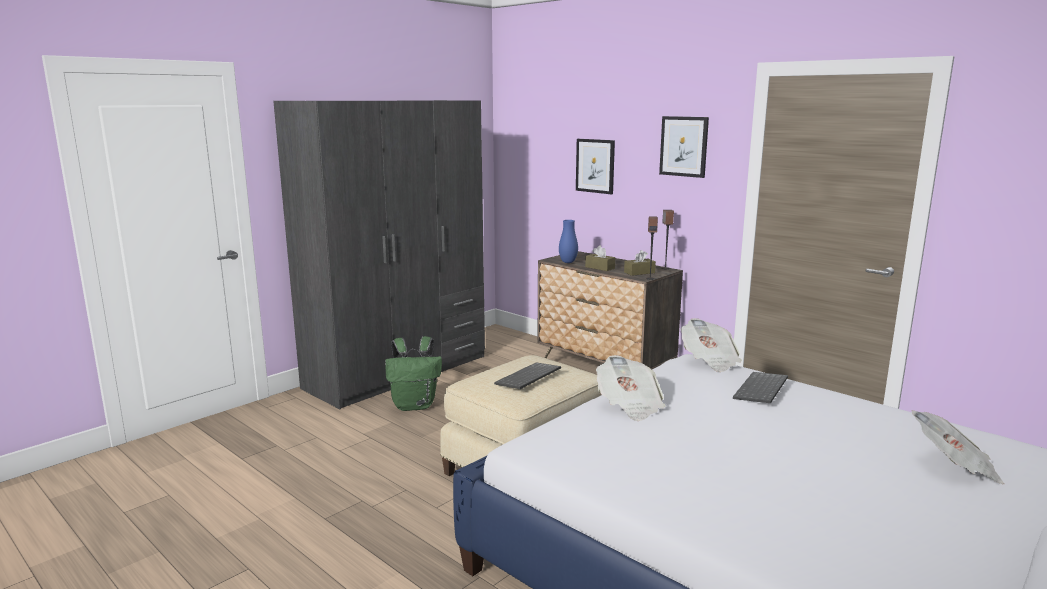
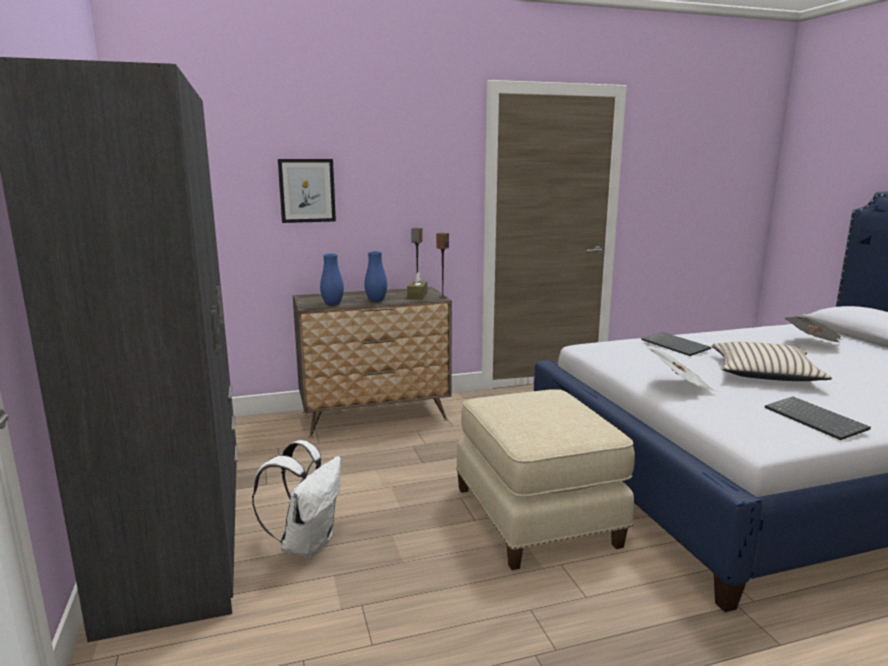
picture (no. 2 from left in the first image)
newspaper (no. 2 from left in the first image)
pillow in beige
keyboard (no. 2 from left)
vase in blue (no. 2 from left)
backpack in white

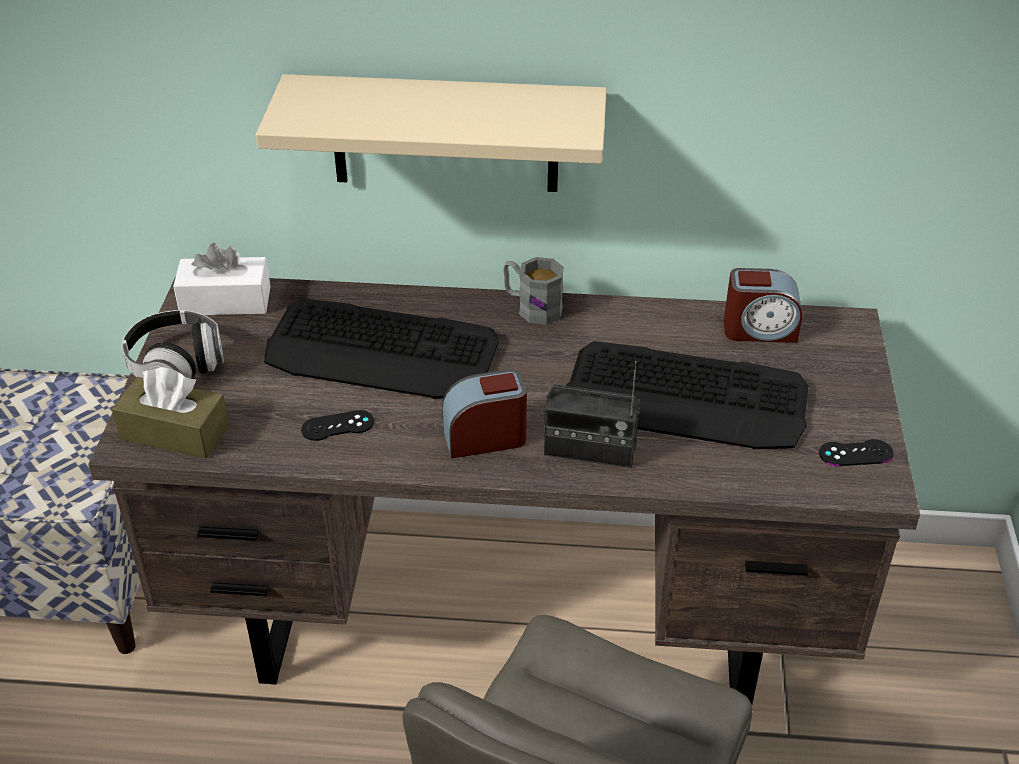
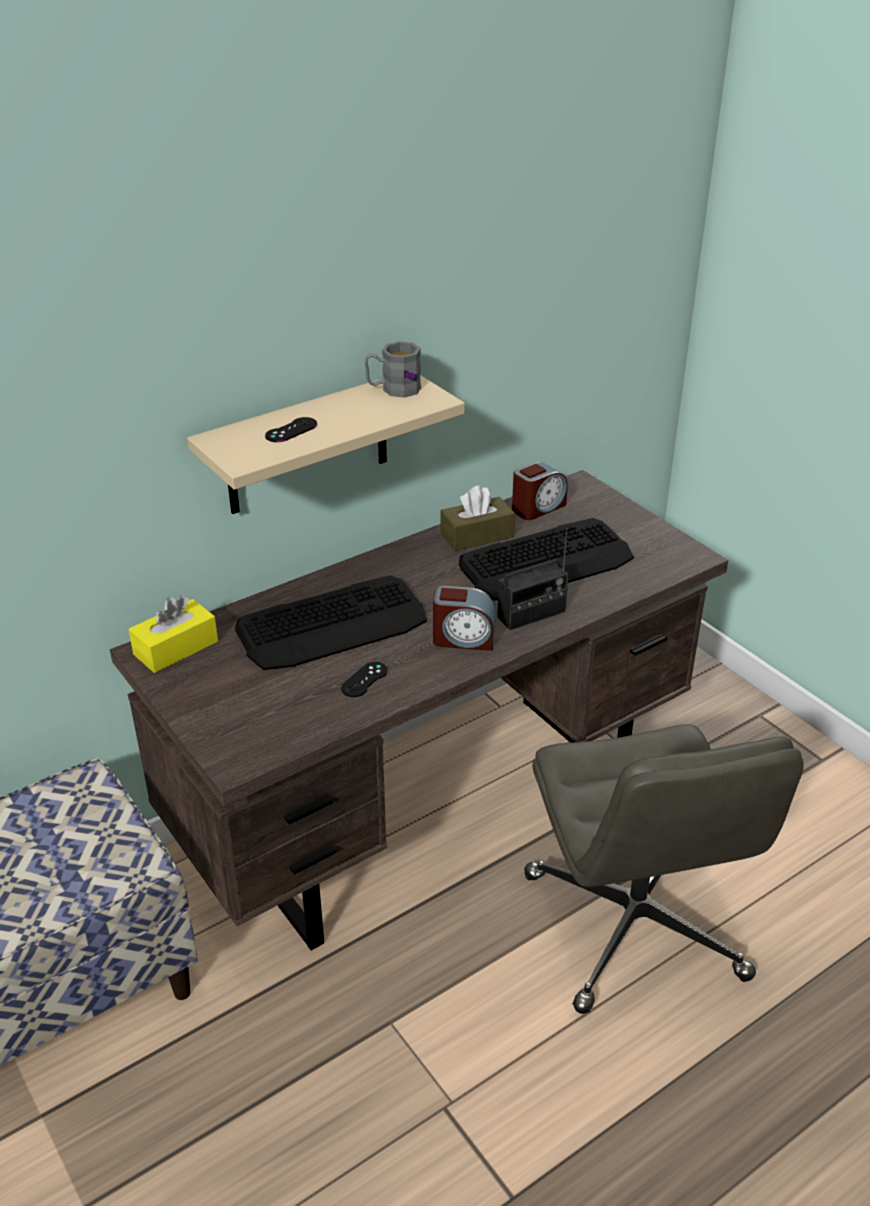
headphones
tissue box in brown
mug in grey
game controller in black (no. 1 from left)
tissue box in yellow
alarm clock (no. 1 from left)

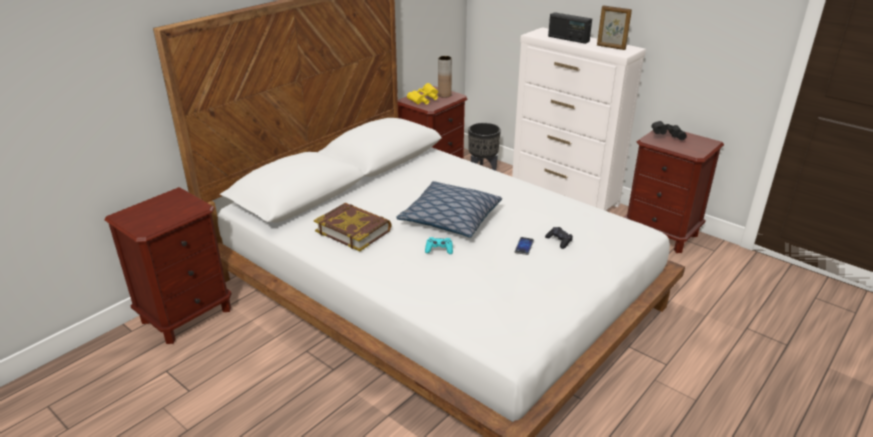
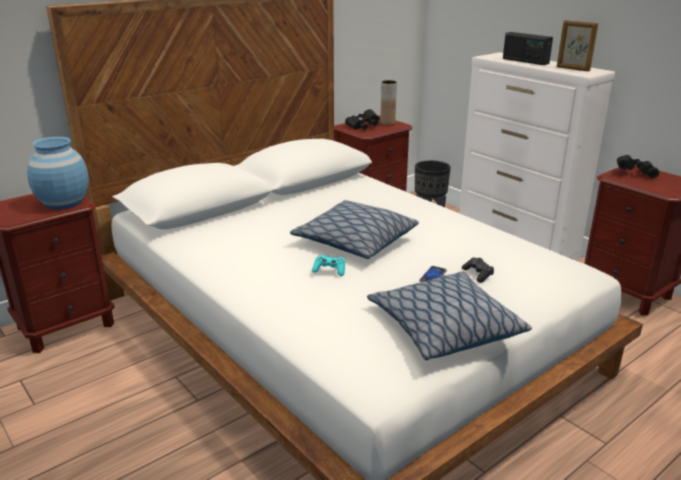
book
vase in blue
pillow (no. 2 from left)
binoculars in black (no. 1 from left)

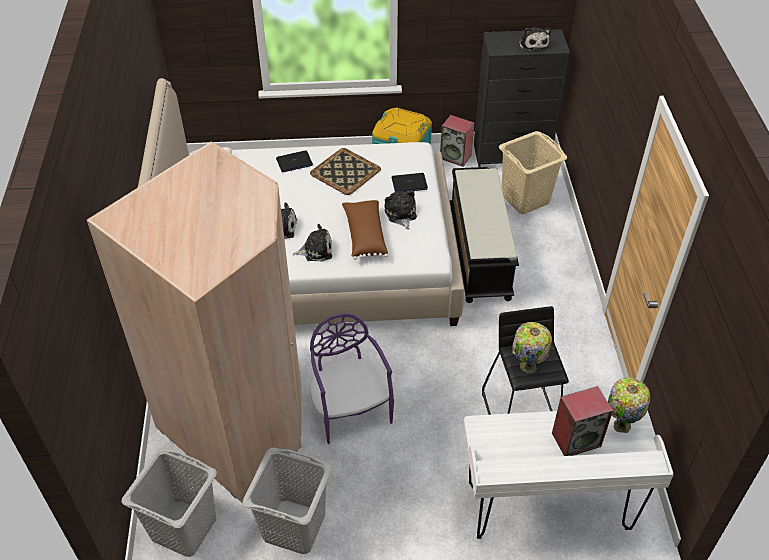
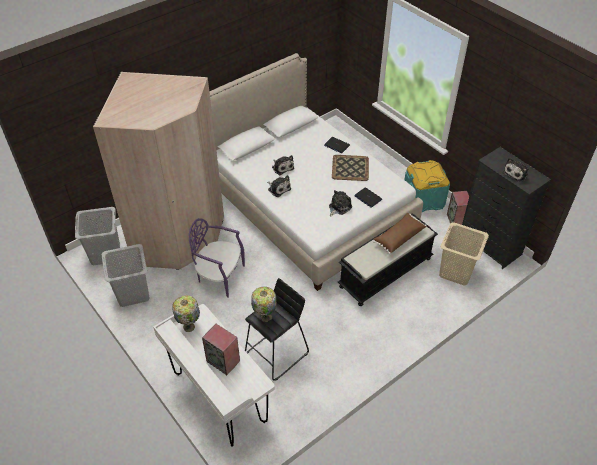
pillow in brown
table lamp (no. 1 from left)
chair in purple

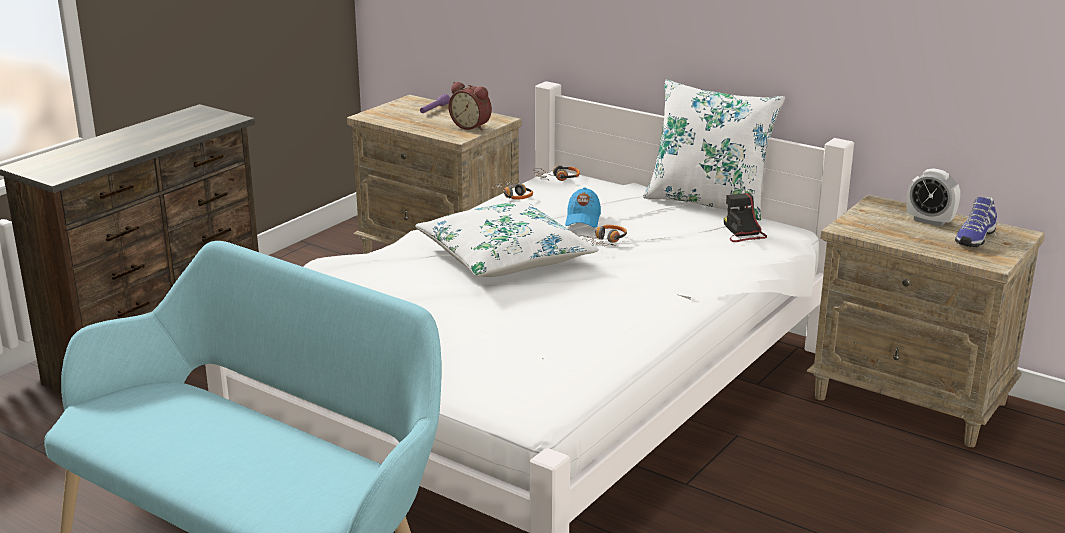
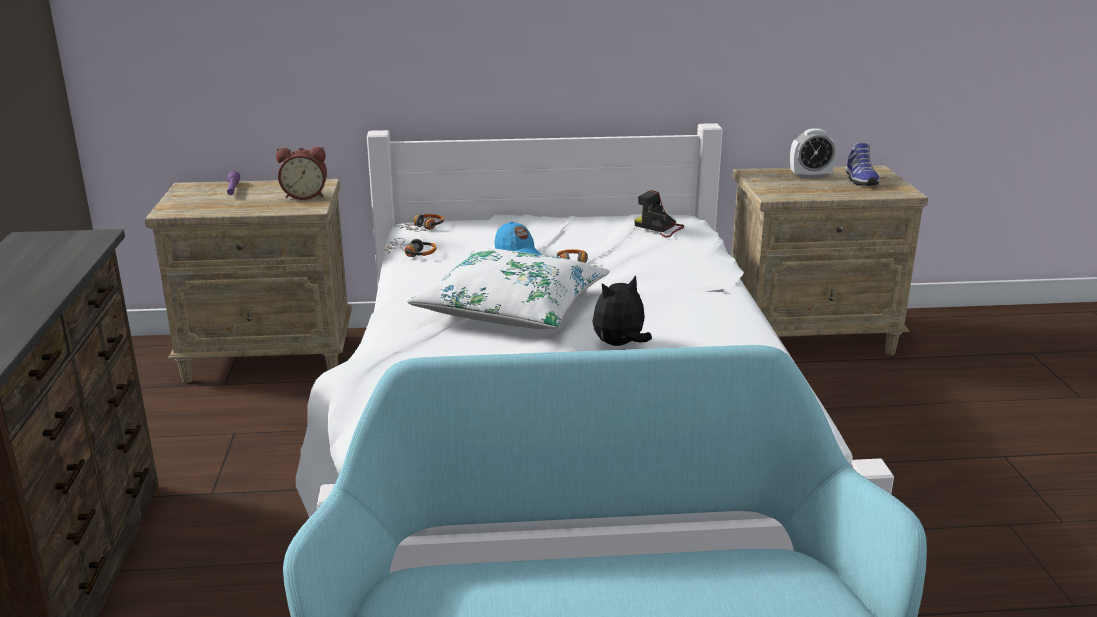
pillow in white (no. 2 from left in the first image)
plush toy

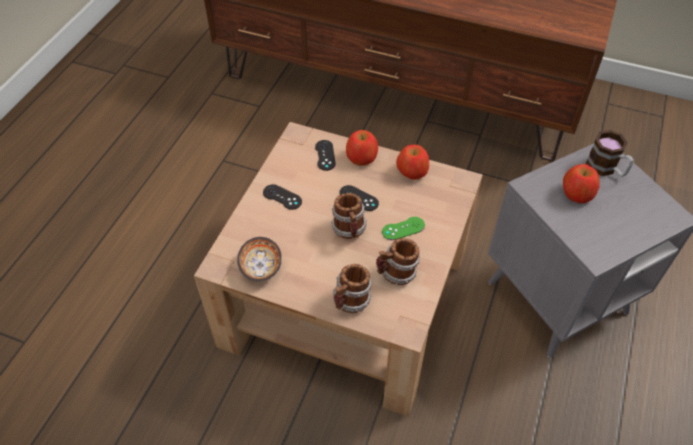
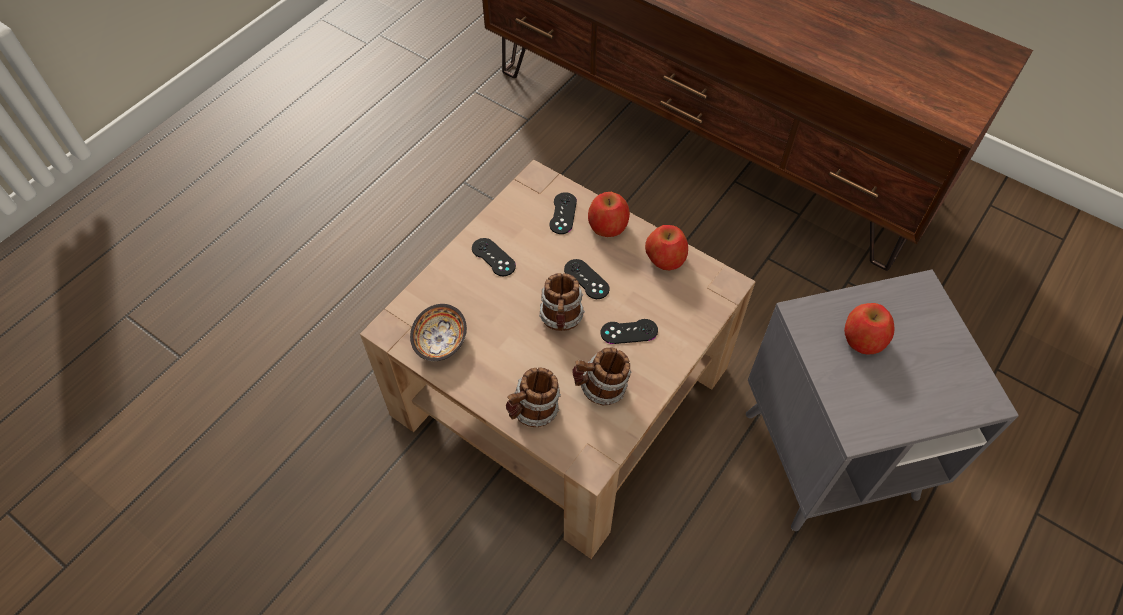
mug (no. 4 from left in the first image)
game controller in black (no. 4 from left)

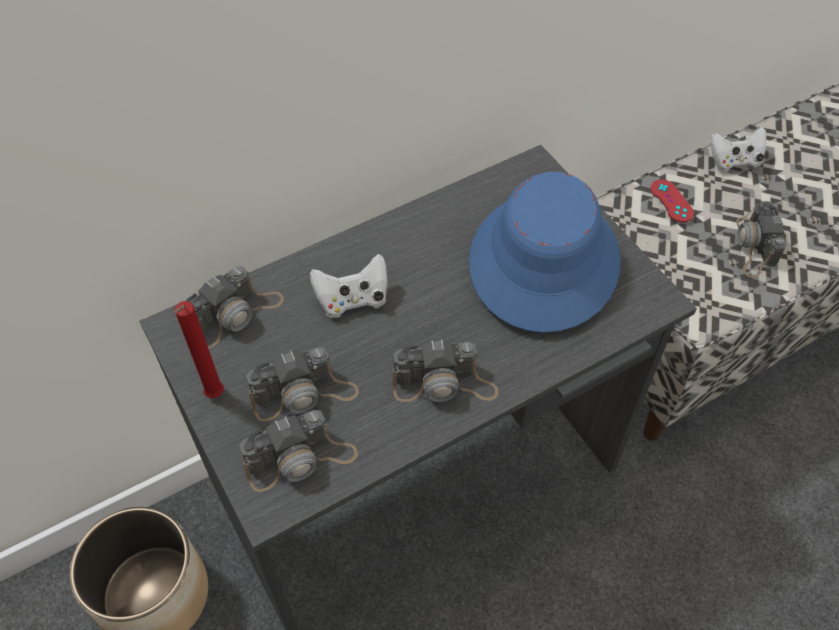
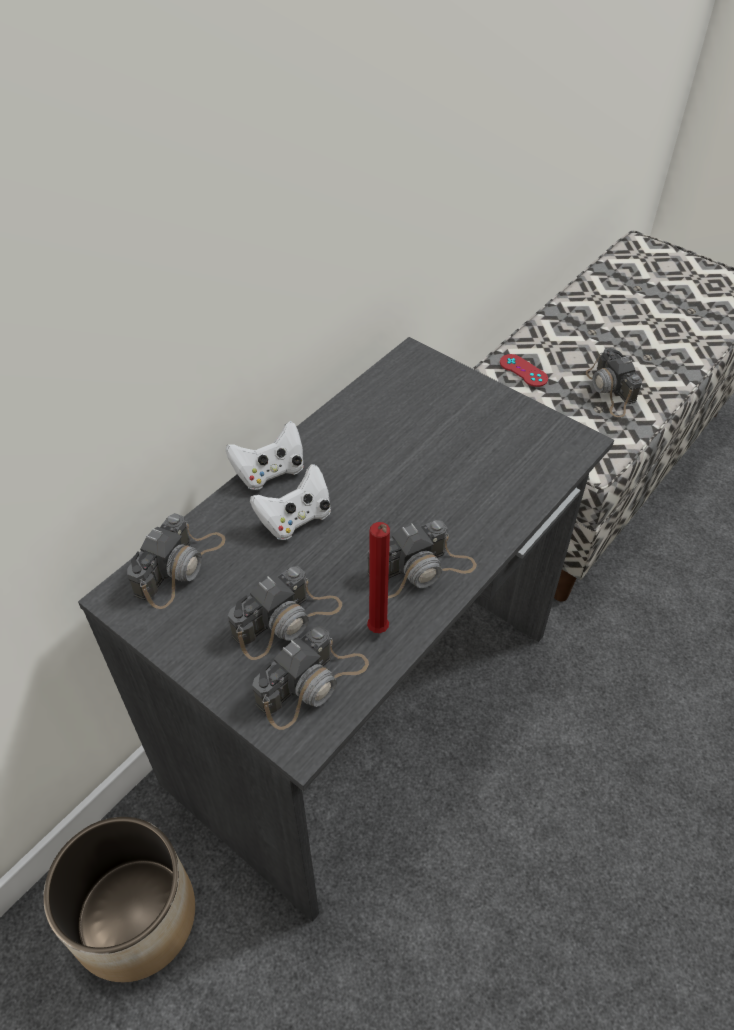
hat in blue
candle in red
game controller in white (no. 1 from left)

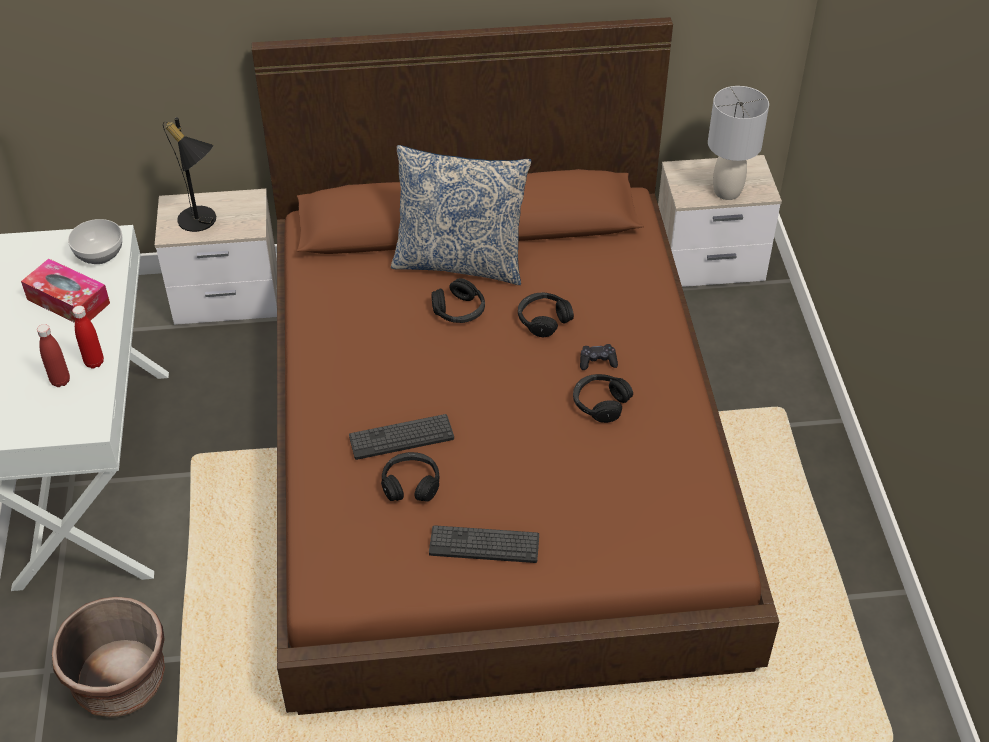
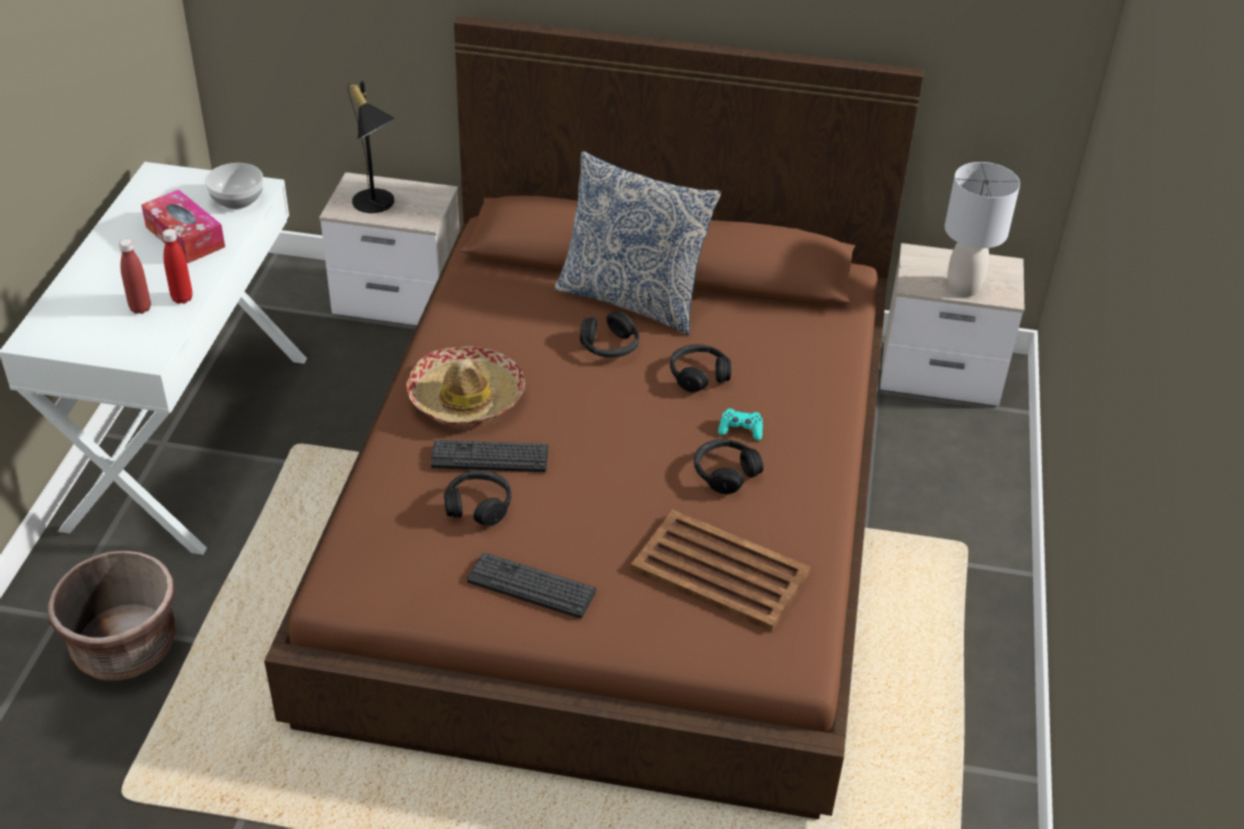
hat
tray in brown
game controller in turquoise

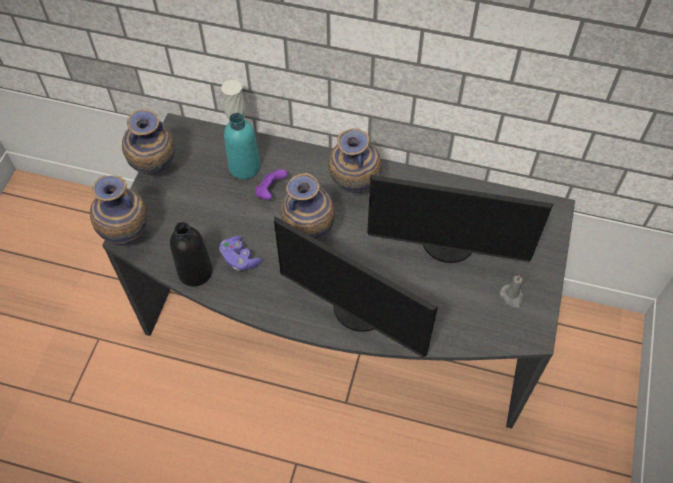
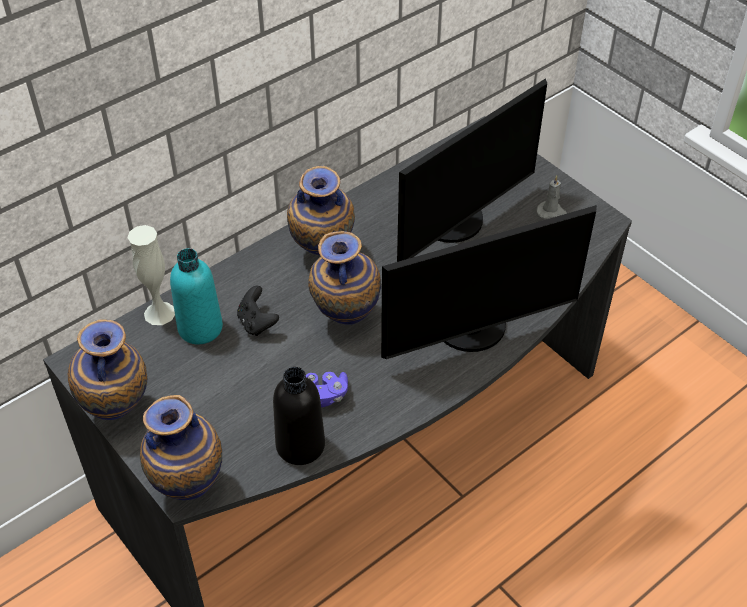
game controller in black

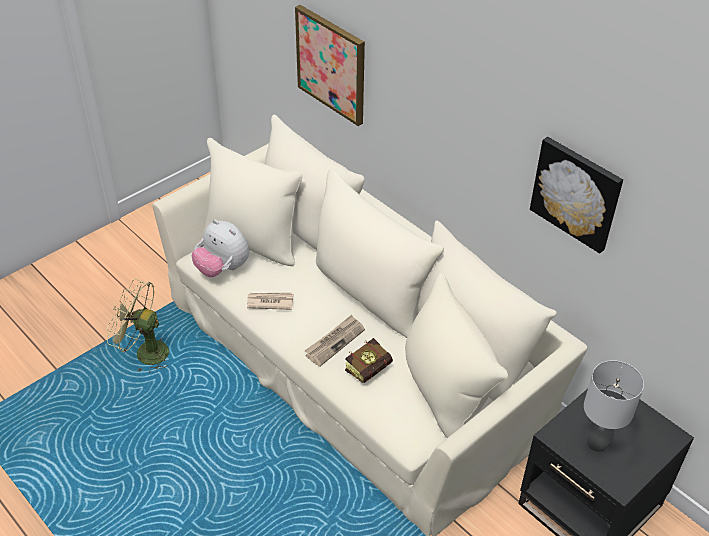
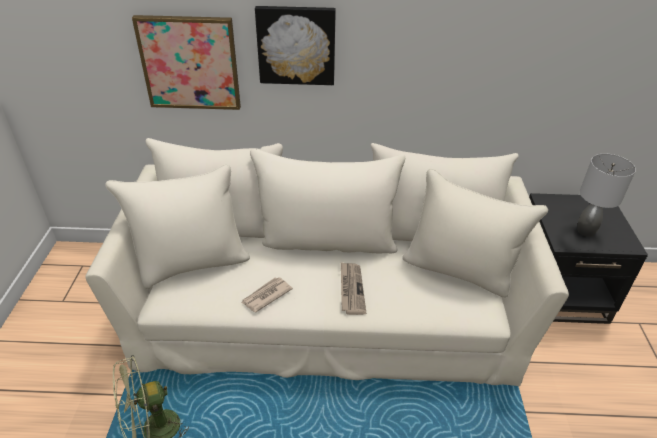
plush toy
book
picture (no. 2 from left)

